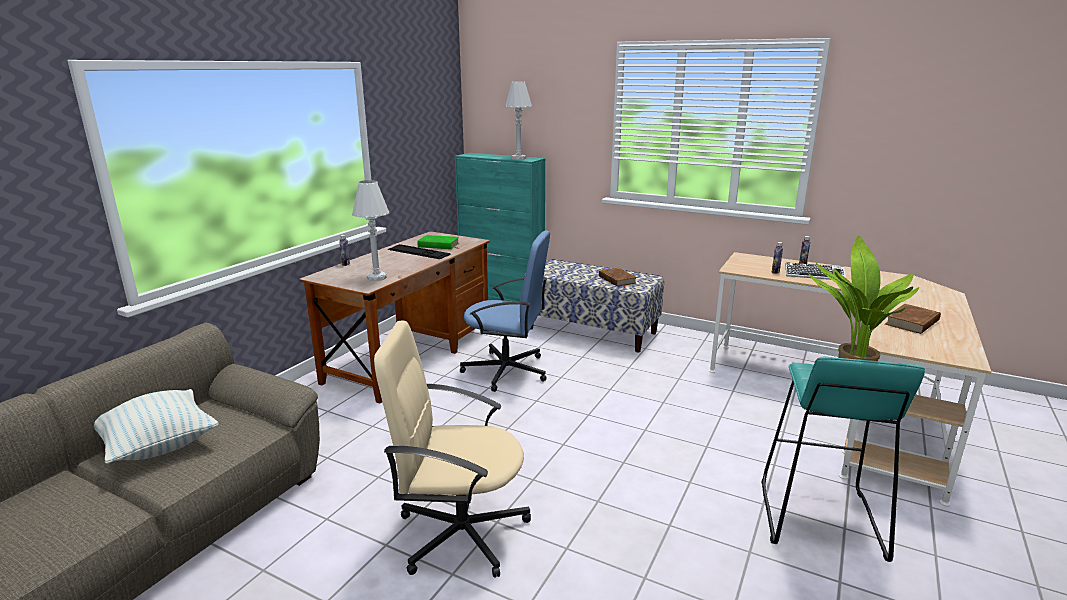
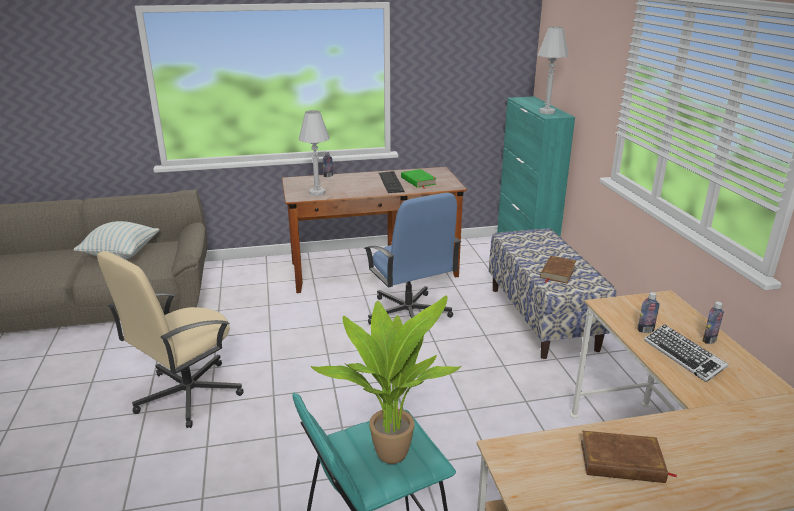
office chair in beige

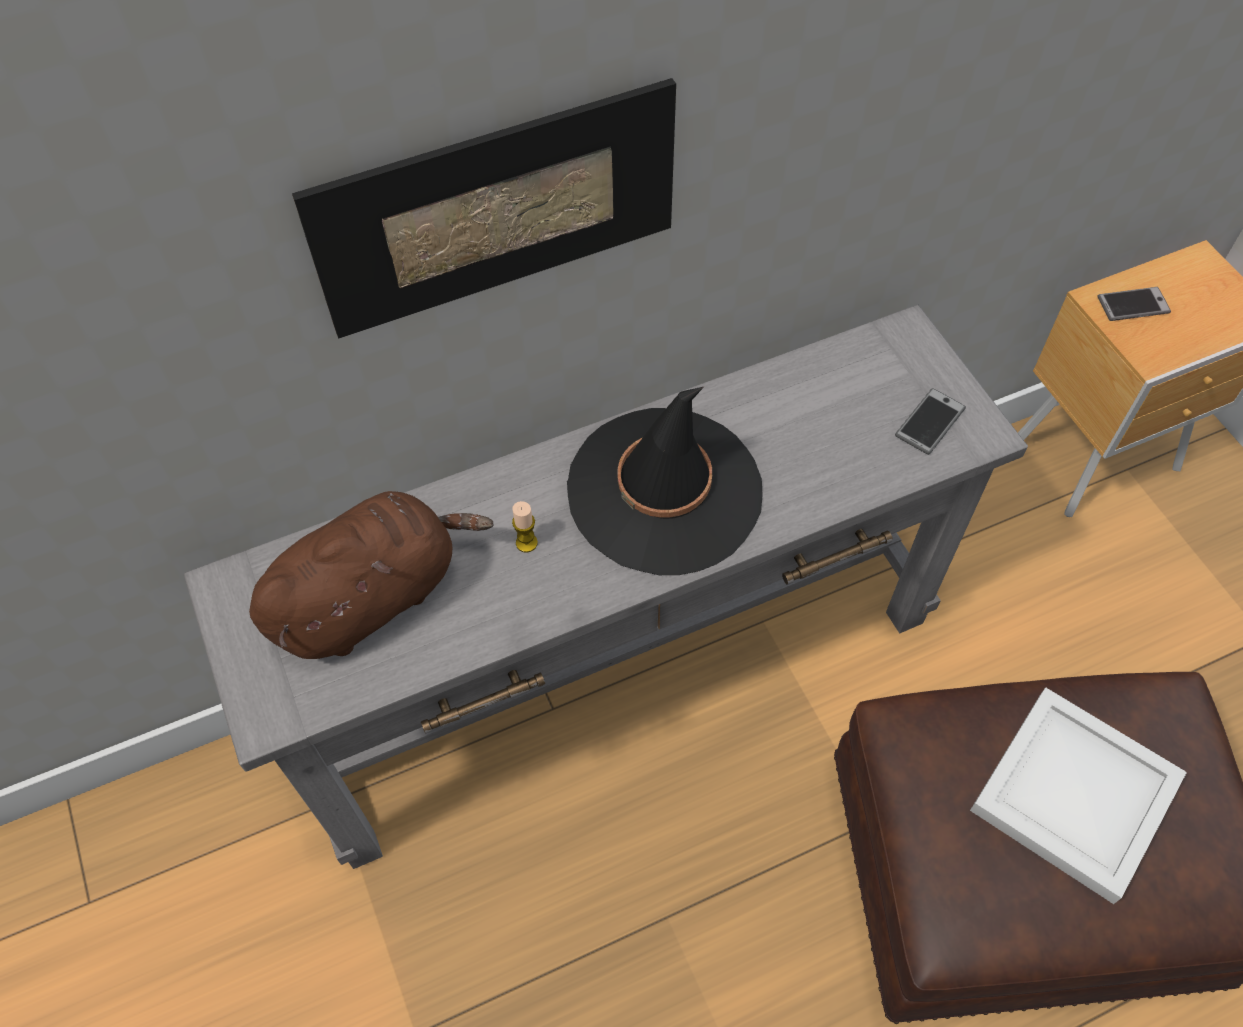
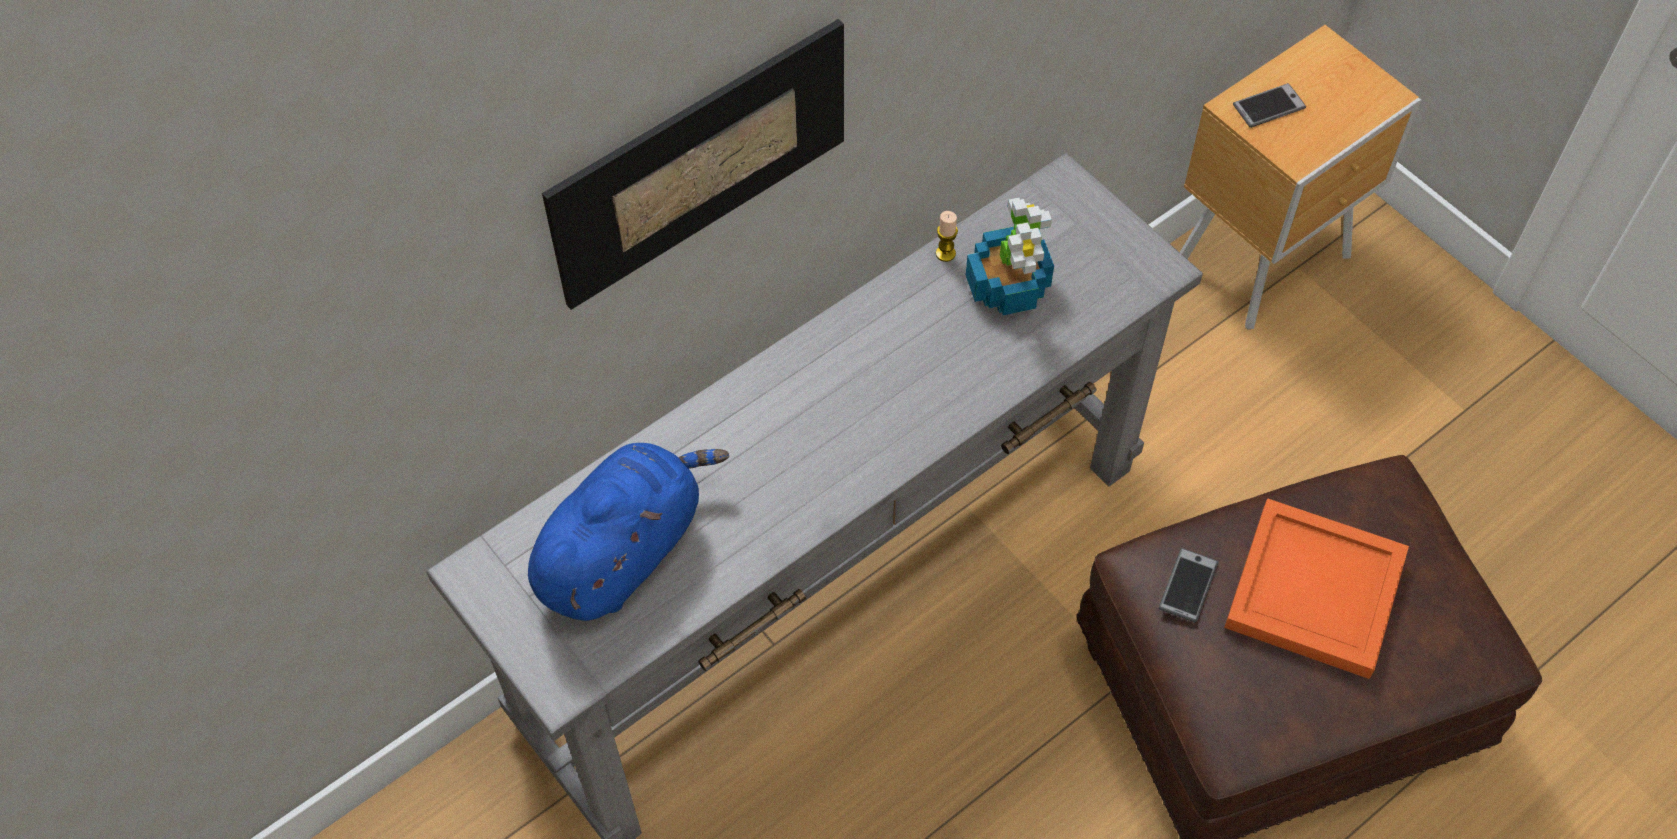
hat in black
potted plant
candle
phone (no. 1 from left)
plush toy in blue
tray in orange

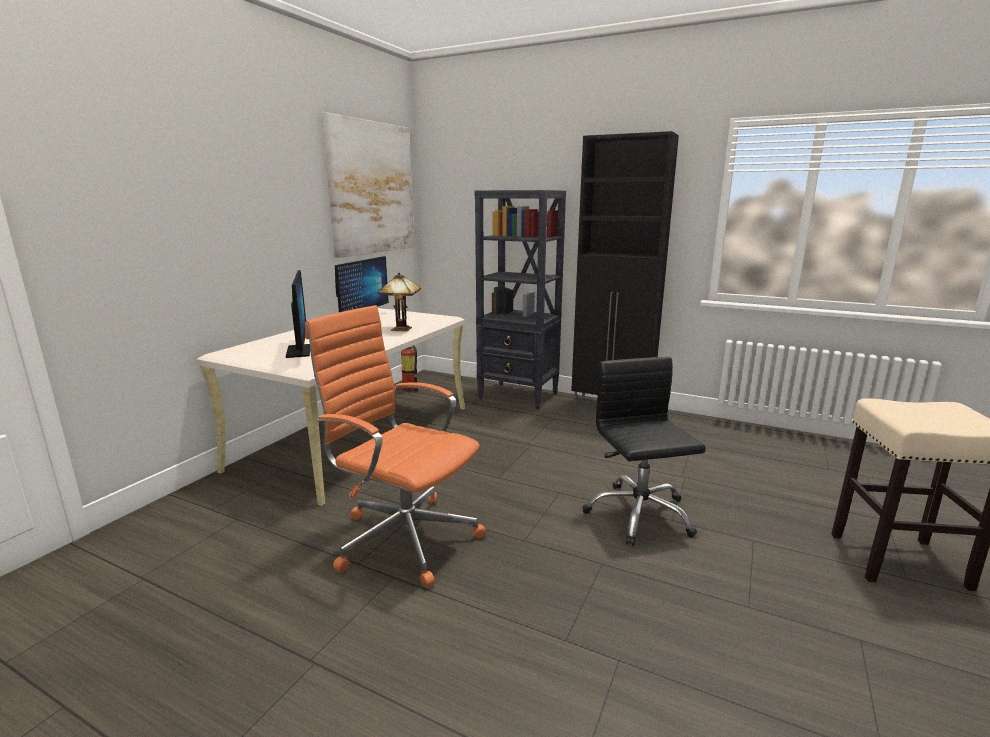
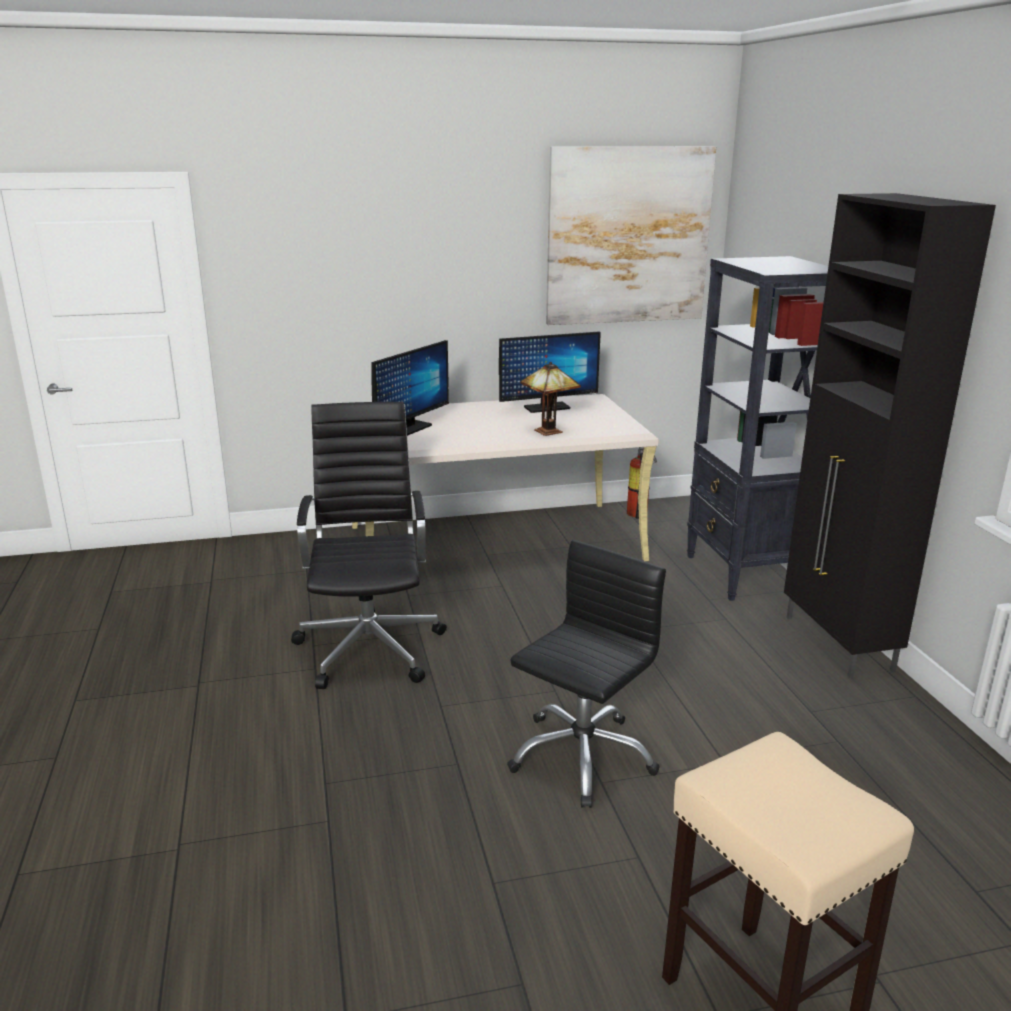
office chair in black (no. 1 from left)

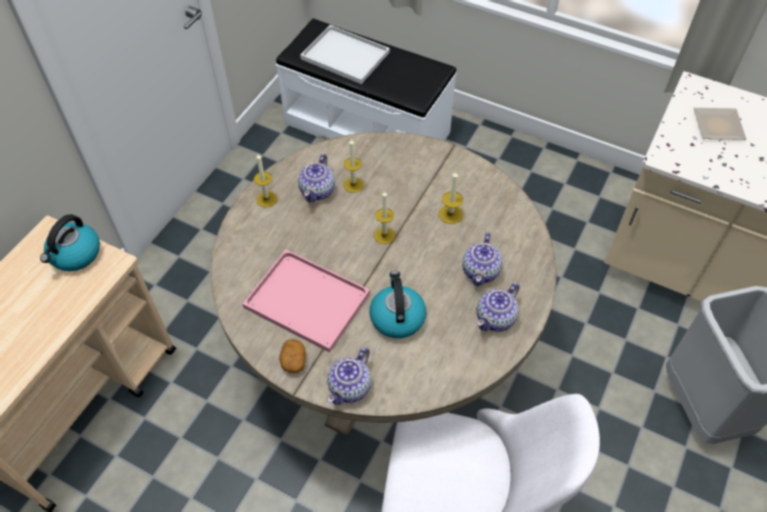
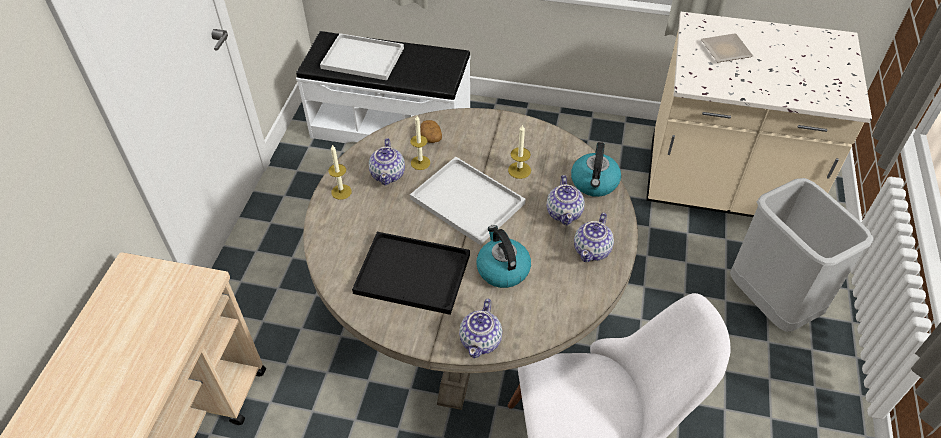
kettle (no. 2 from left)
potato
tray in white (no. 2 from left)
tray in black

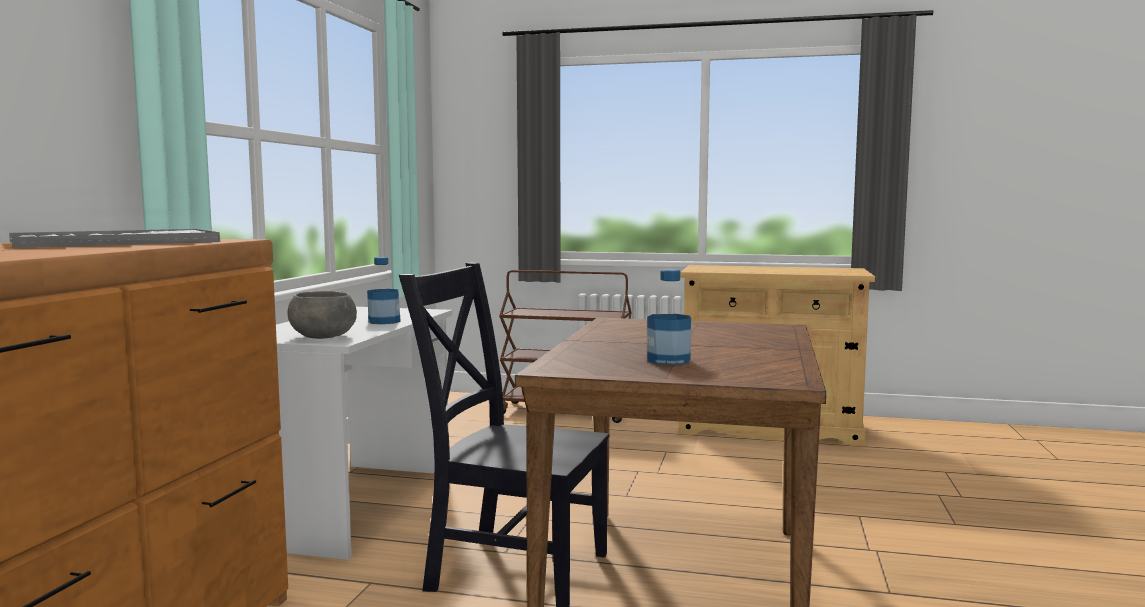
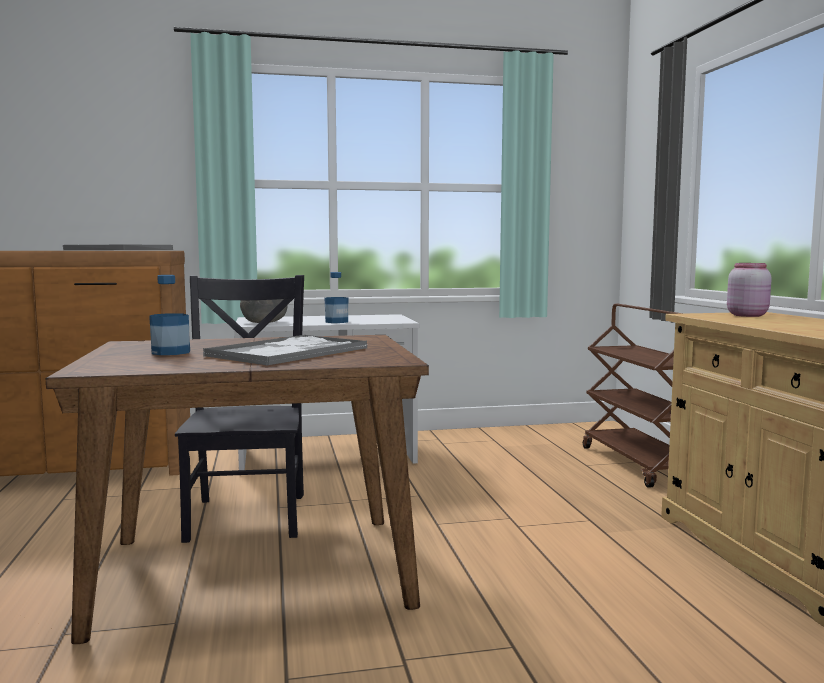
tray (no. 2 from left)
jar in pink

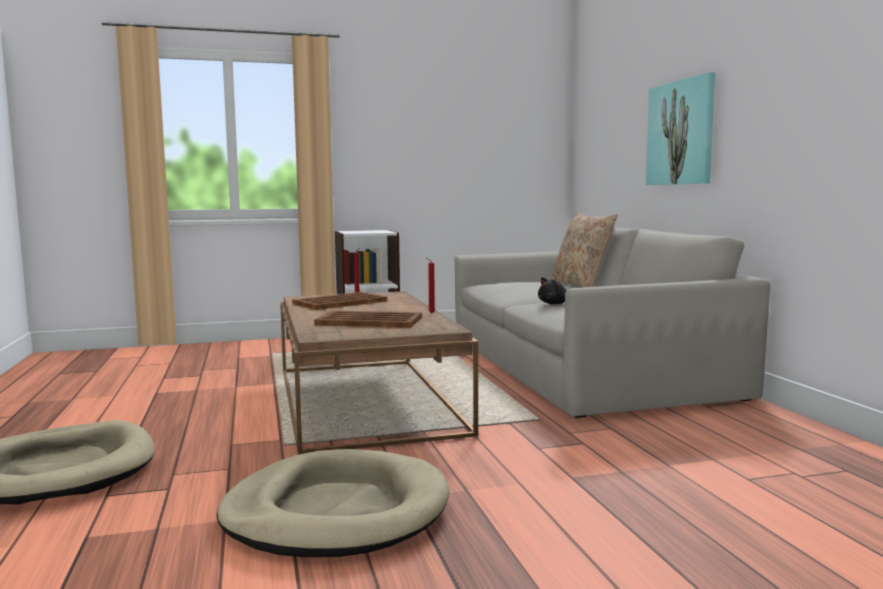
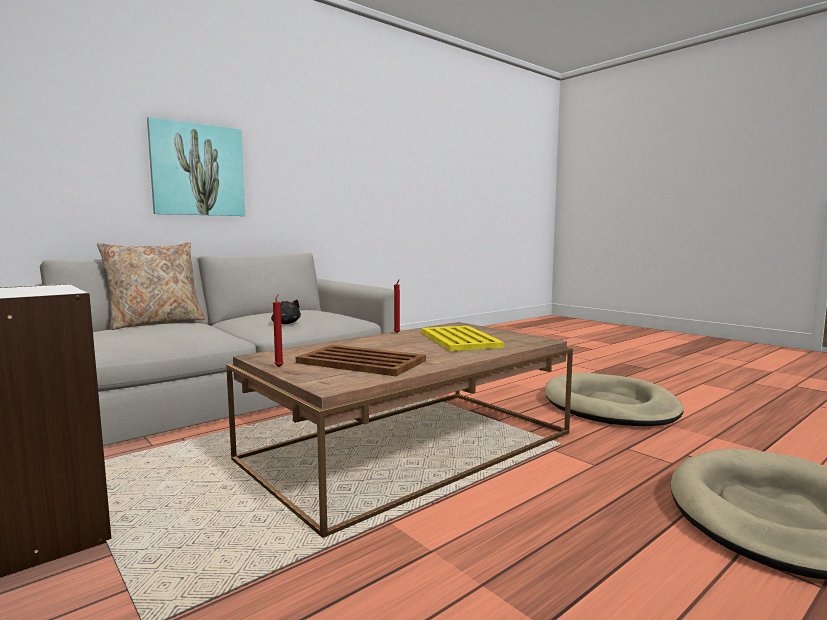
tray in yellow

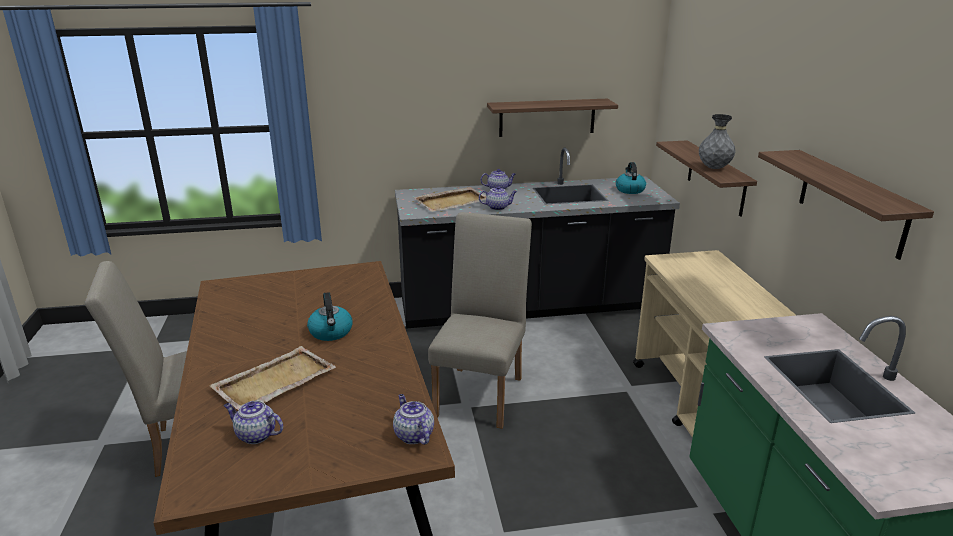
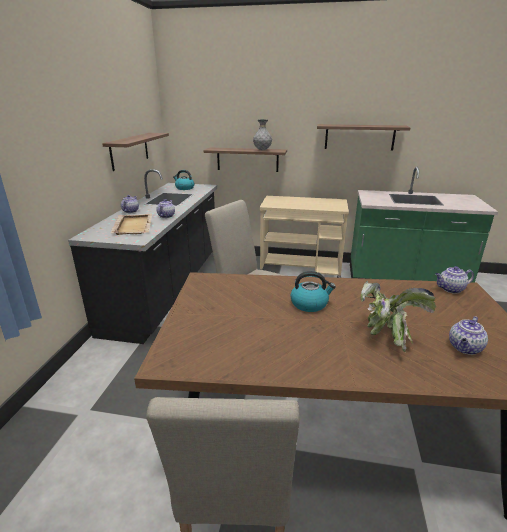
potted plant

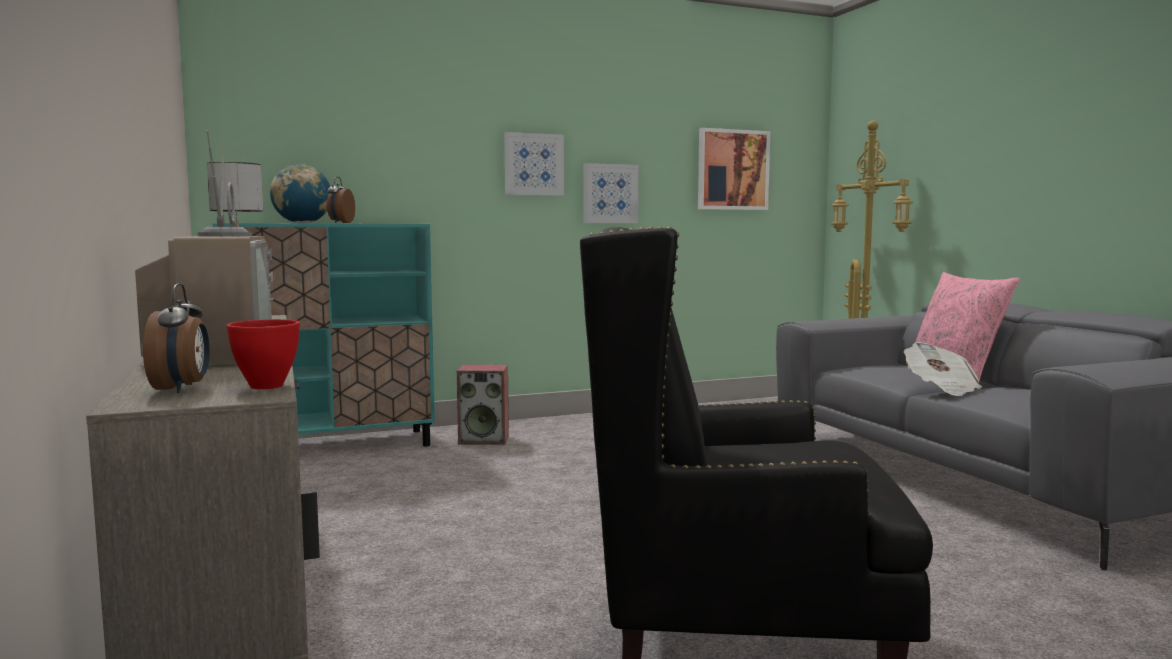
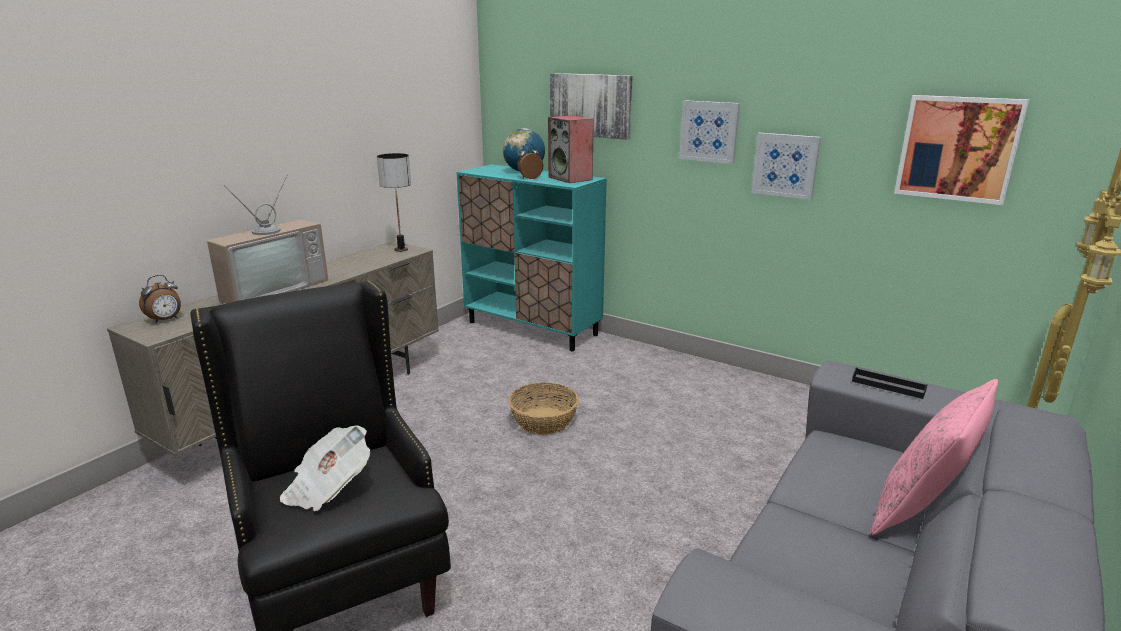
bowl in red
basket
picture (no. 1 from left)
tray in black
speaker
newspaper

